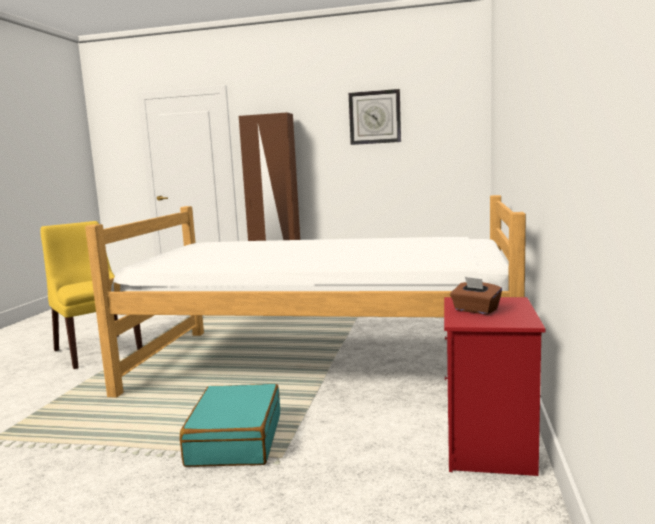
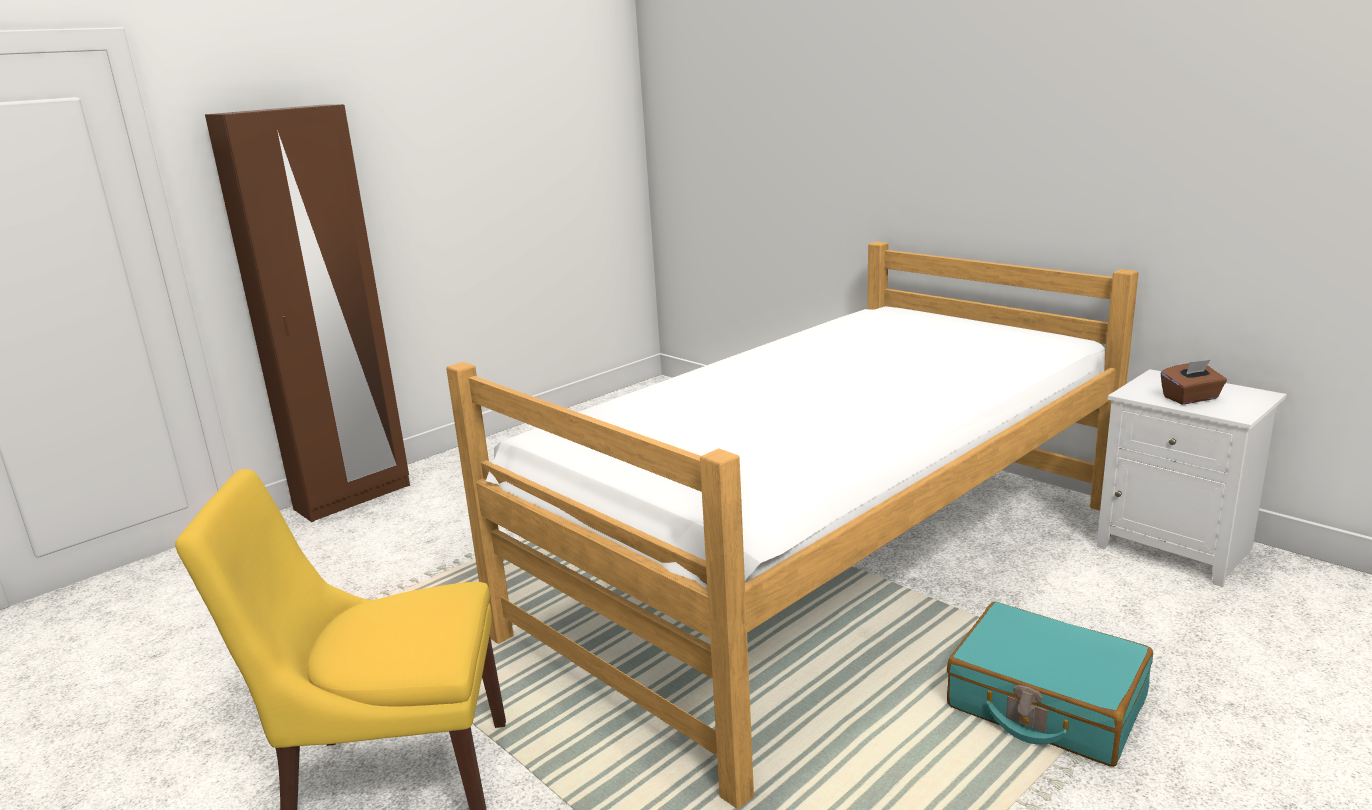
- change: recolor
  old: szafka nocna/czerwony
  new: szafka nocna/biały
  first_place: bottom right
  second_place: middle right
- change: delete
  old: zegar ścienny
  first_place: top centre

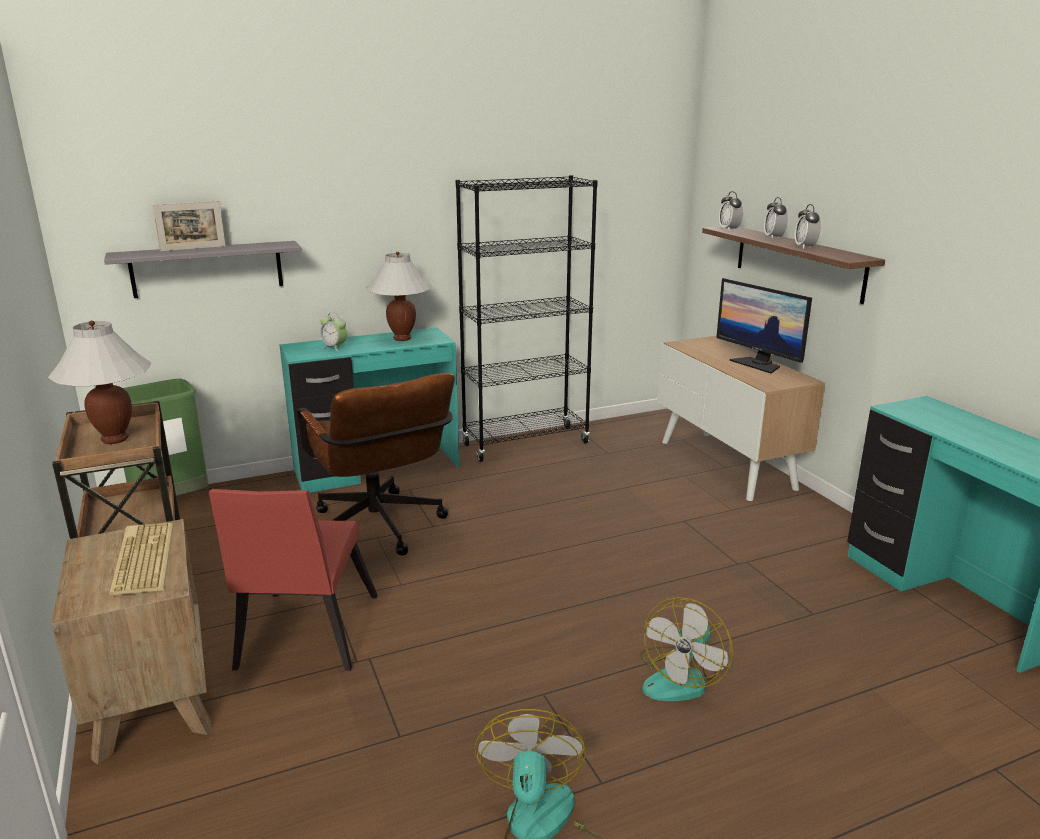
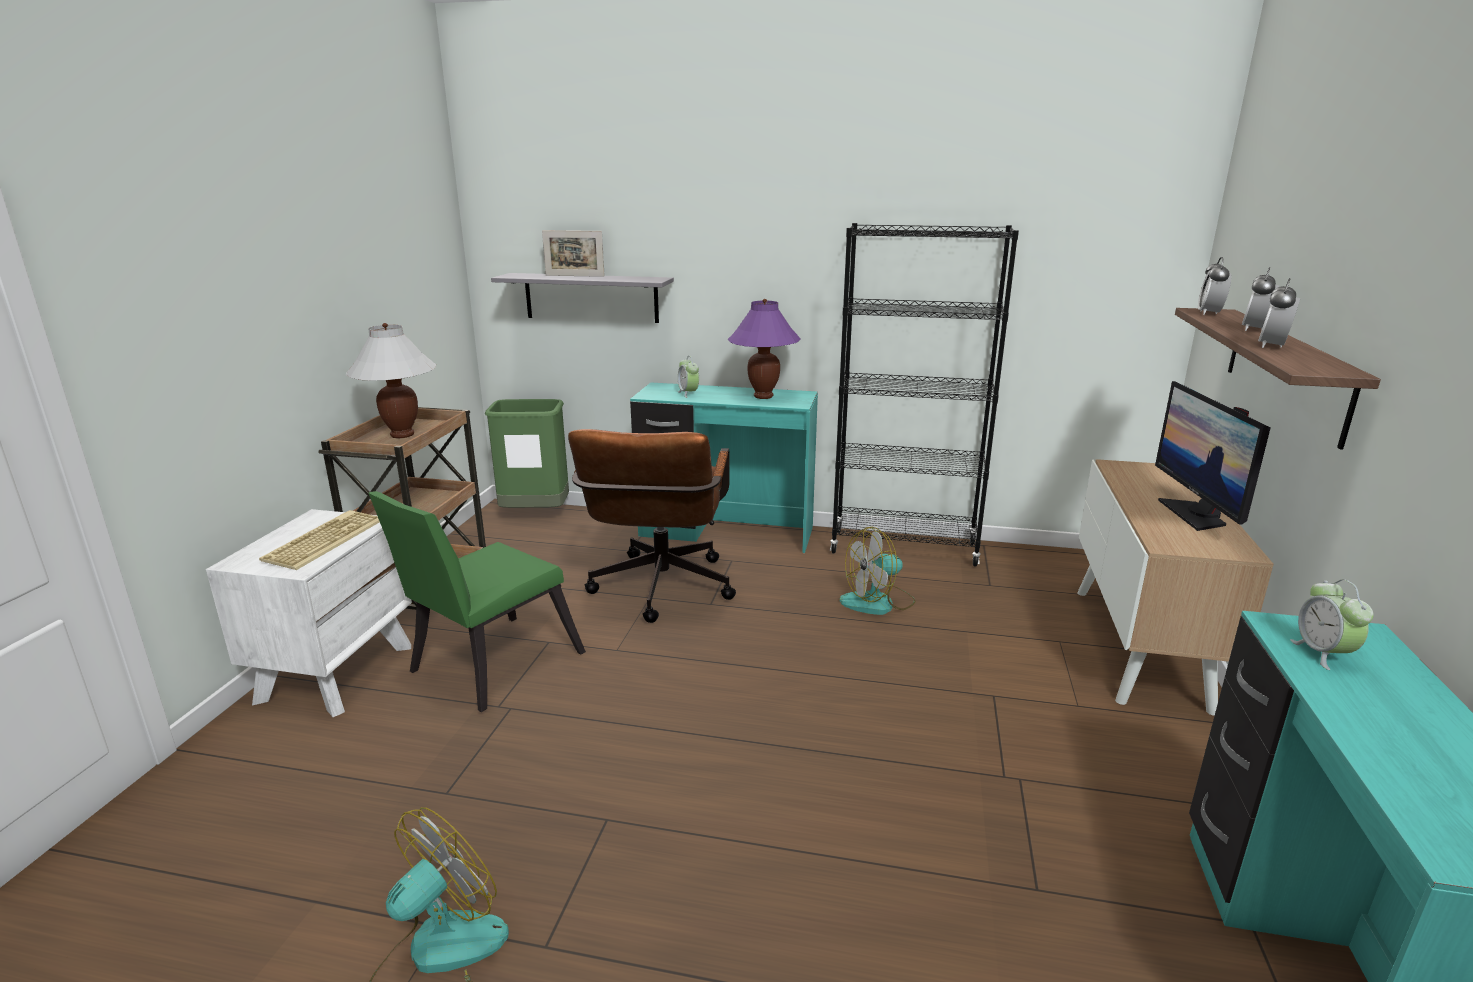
- change: recolor
  old: szafka nocna/brązowy
  new: szafka nocna/biały
  first_place: bottom left
  second_place: middle left
- change: recolor
  old: krzesło/czerwony
  new: krzesło/zielony
  first_place: bottom left
  second_place: middle left
- change: recolor
  old: lampa stołowa/biały (2nd from left)
  new: lampa stołowa/fioletowy
  first_place: centre
  second_place: centre
- change: move
  old: wentylator (2nd from left)
  first_place: bottom centre
  second_place: centre
- change: insert
  new: budzik (5th from left)
  second_place: middle right

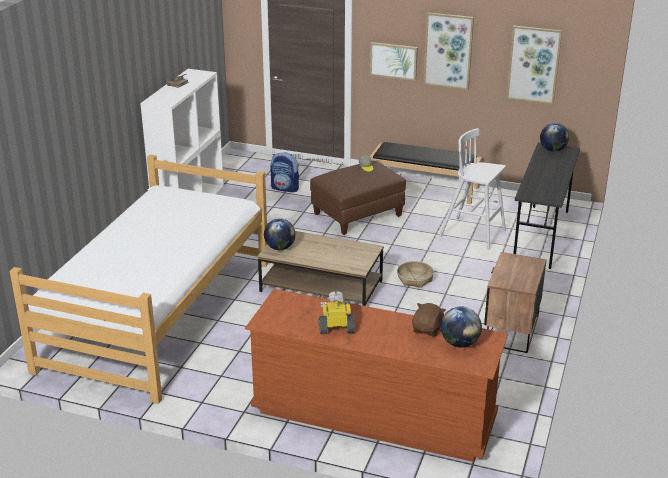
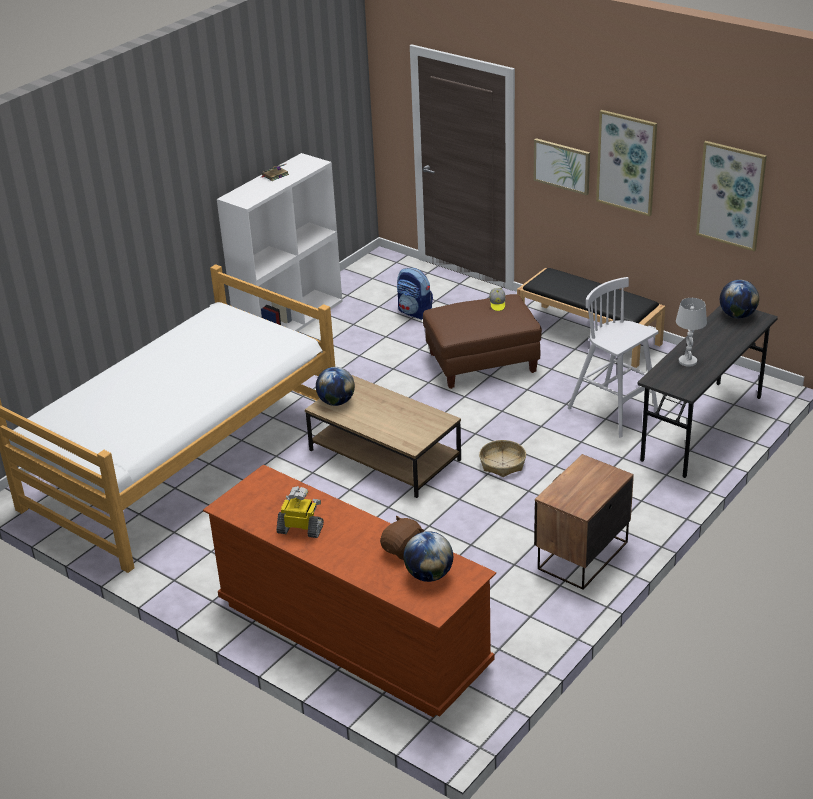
- change: insert
  new: lampa stołowa/biały
  second_place: middle right

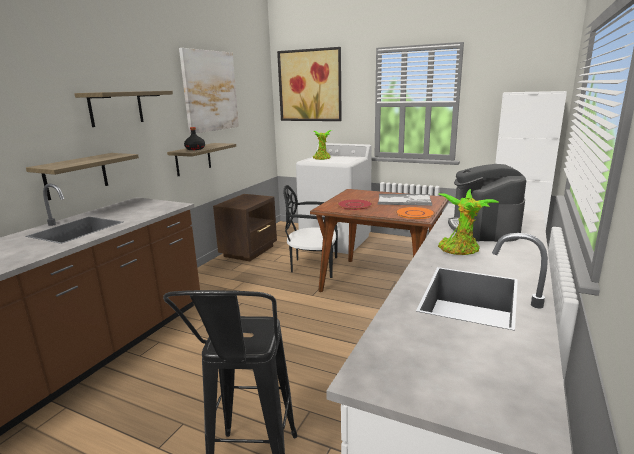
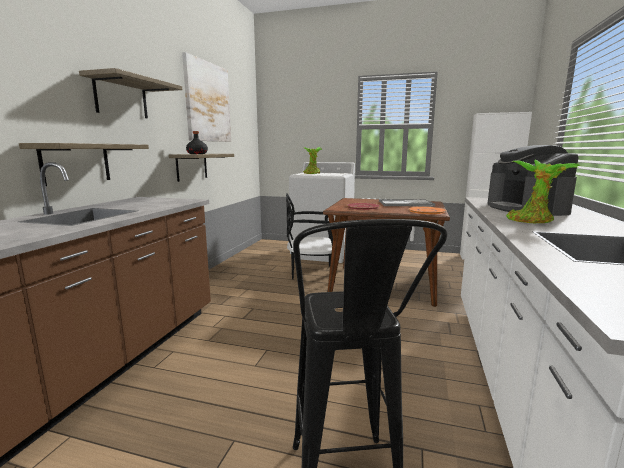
- change: delete
  old: szafka nocna/brązowy
  first_place: centre
- change: delete
  old: obraz (2nd from left)
  first_place: top centre

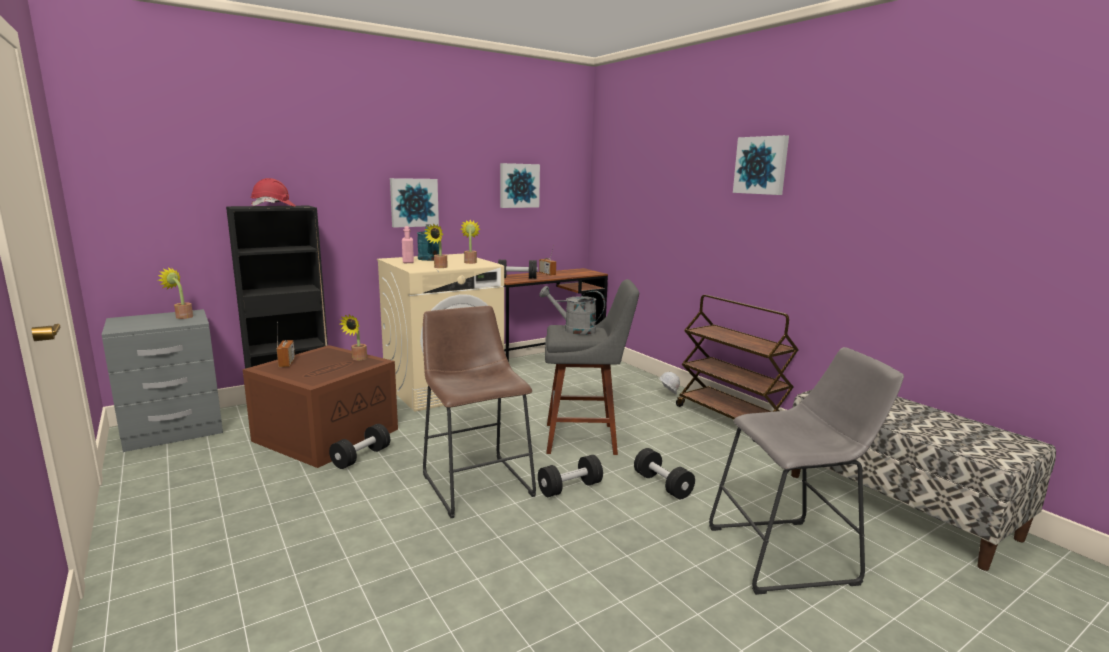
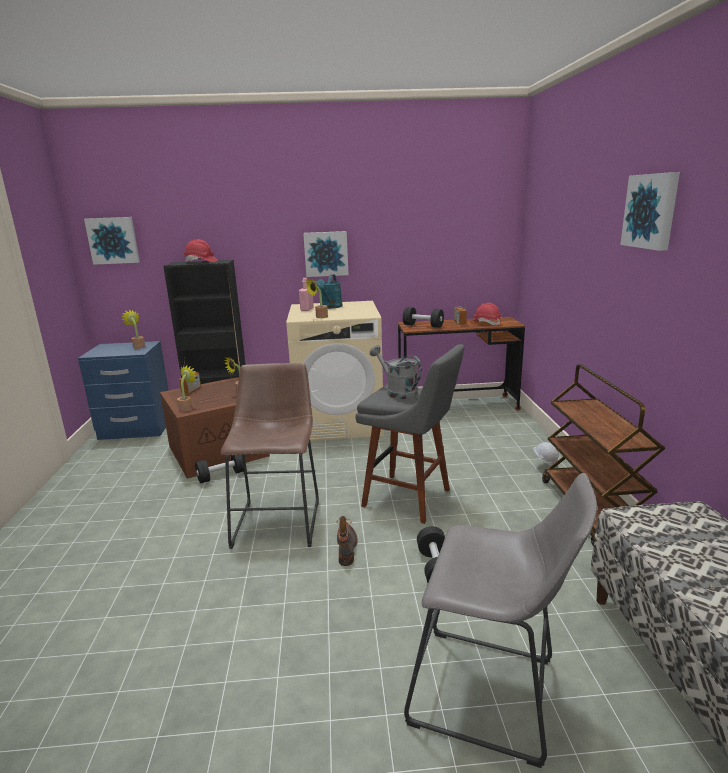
- change: recolor
  old: szafka nocna/szary
  new: szafka nocna/niebieski
  first_place: middle left
  second_place: middle left
- change: move
  old: obraz (2nd from left in the first image)
  new: obraz (1st from left)
  first_place: top centre
  second_place: top left
- change: move
  old: roślina doniczkowa (4th from left in the first image)
  new: roślina doniczkowa (2nd from left)
  first_place: centre
  second_place: middle left
- change: replace
  old: hantel/czarny (3rd from left)
  new: but z cholewką
  first_place: bottom centre
  second_place: bottom centre
- change: insert
  new: kask/czerwony (2nd from left)
  second_place: middle right

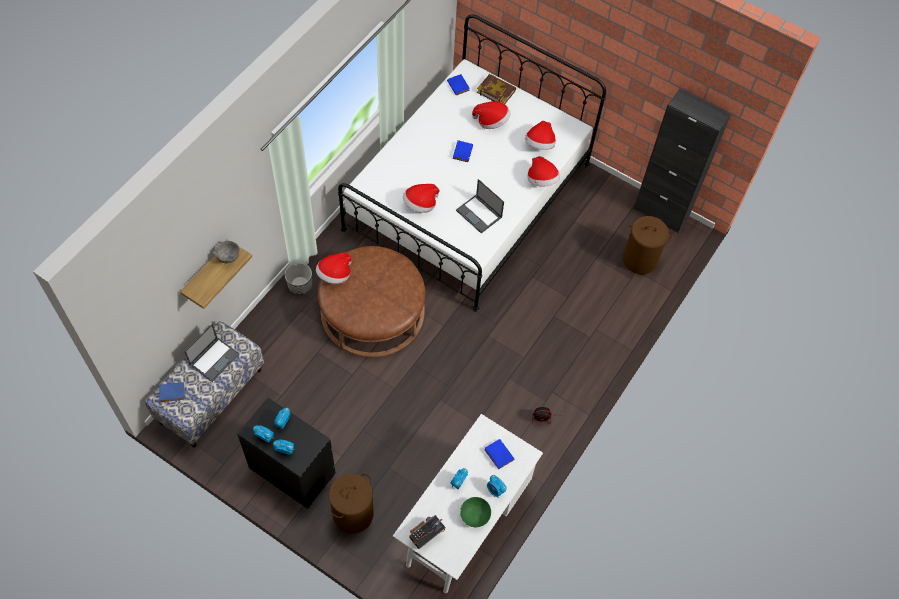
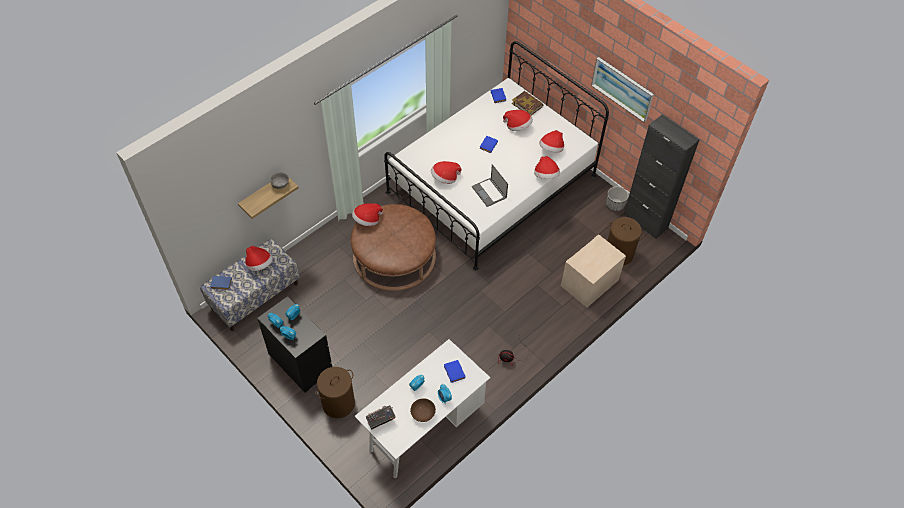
- change: replace
  old: laptop (1st from left)
  new: kapelusz (1st from left)
  first_place: middle left
  second_place: middle left
- change: recolor
  old: miska/zielony
  new: miska/brązowy
  first_place: bottom centre
  second_place: bottom centre
- change: insert
  new: szafka nocna/beżowy
  second_place: centre
- change: insert
  new: obraz
  second_place: top right
- change: move
  old: donica
  first_place: middle left
  second_place: middle right

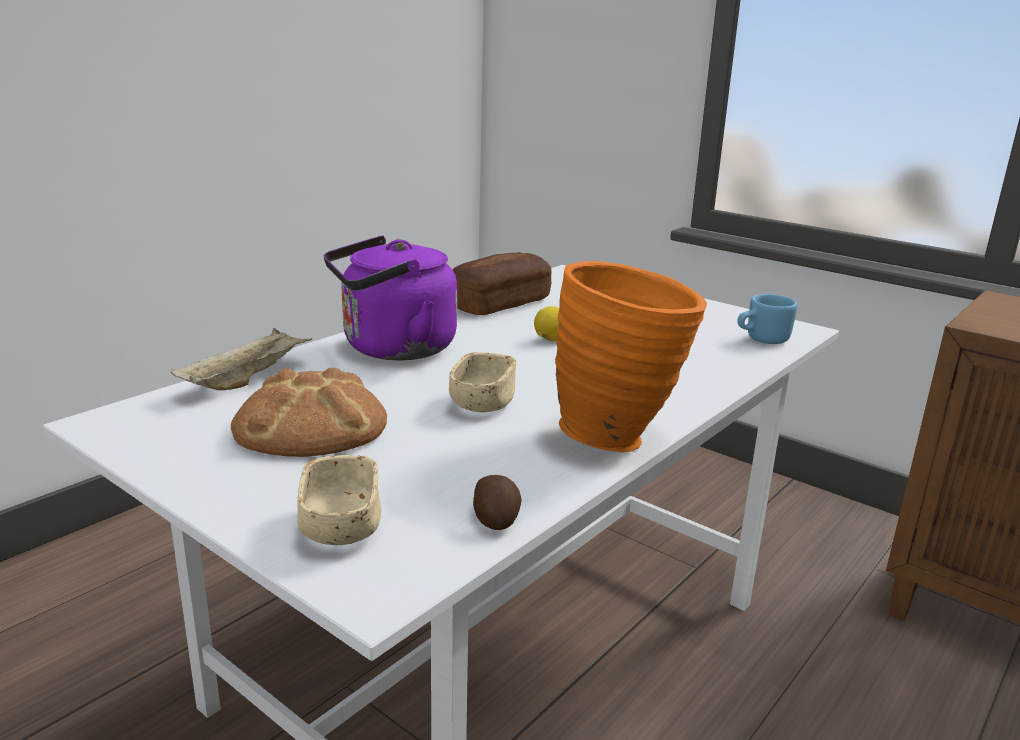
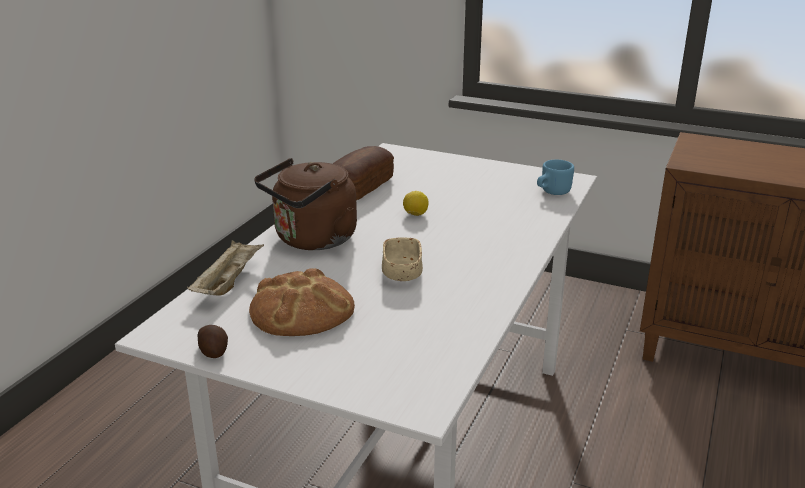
- change: move
  old: ziemniak
  first_place: bottom centre
  second_place: bottom left
- change: recolor
  old: czajnik/fioletowy
  new: czajnik/brązowy
  first_place: centre
  second_place: centre
- change: delete
  old: miska/beżowy (1st from left)
  first_place: bottom left
- change: delete
  old: wazon/pomarańczowy
  first_place: centre

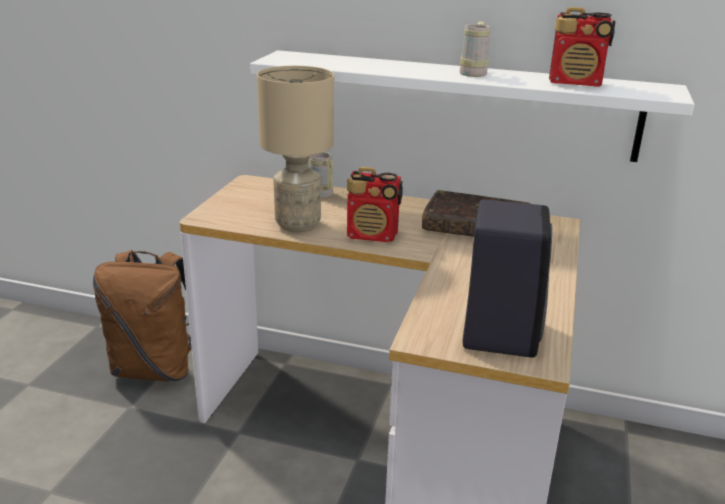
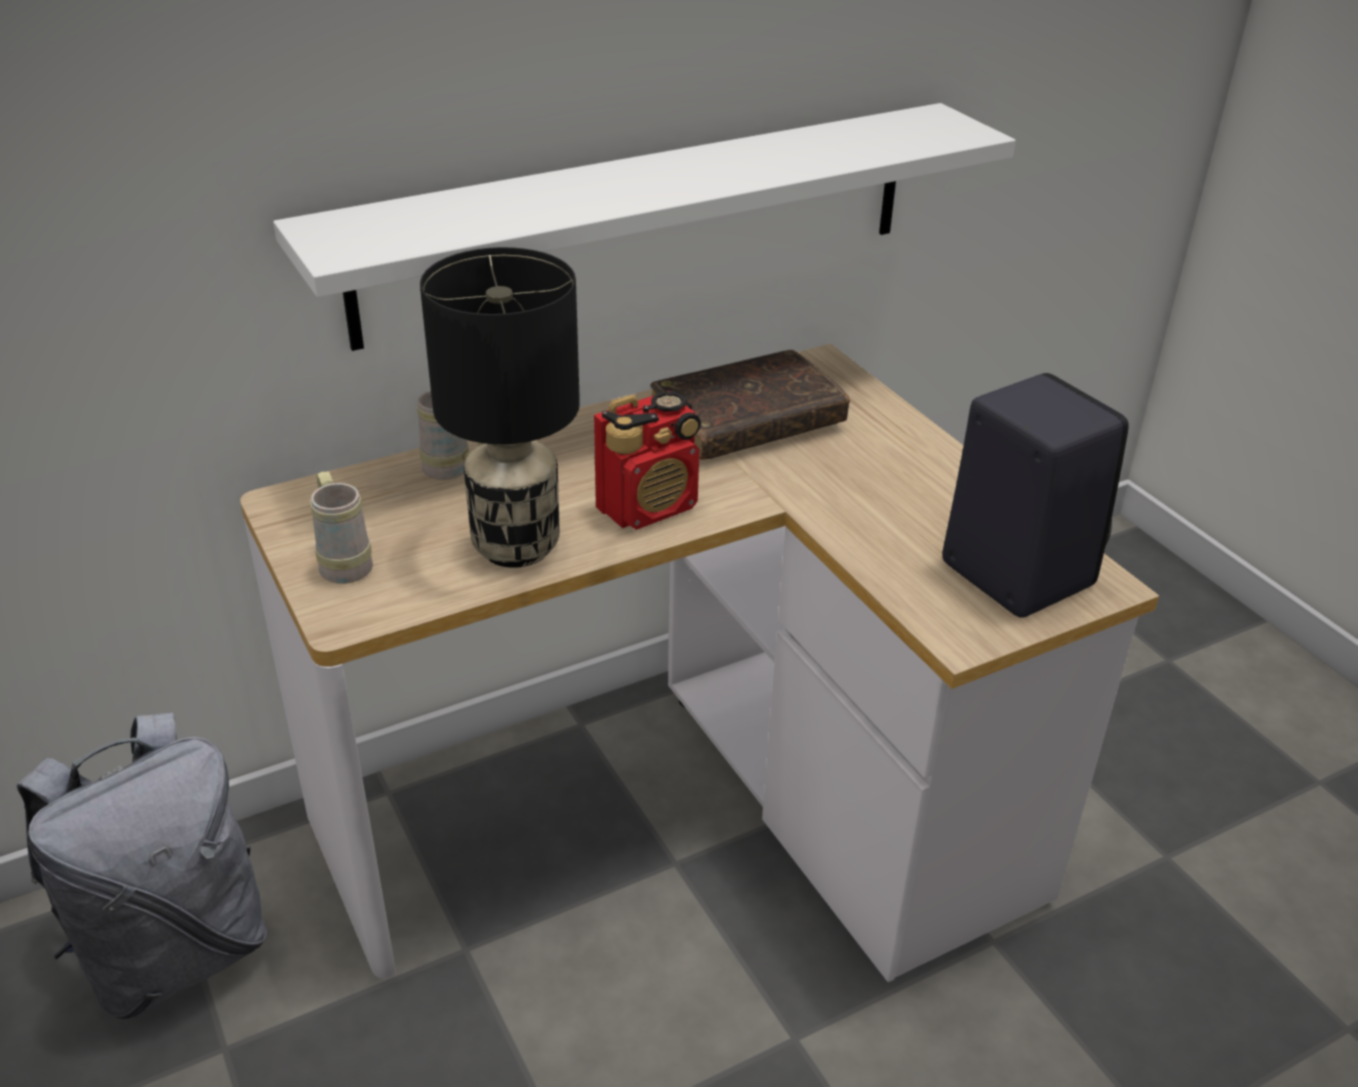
- change: recolor
  old: plecak/brązowy
  new: plecak/szary
  first_place: middle left
  second_place: bottom left
- change: move
  old: kubek/beżowy (2nd from left in the first image)
  new: kubek/beżowy (1st from left)
  first_place: top centre
  second_place: middle left
- change: recolor
  old: lampa stołowa/beżowy
  new: lampa stołowa/czarny
  first_place: top centre
  second_place: centre
- change: delete
  old: radio (2nd from left)
  first_place: top right

